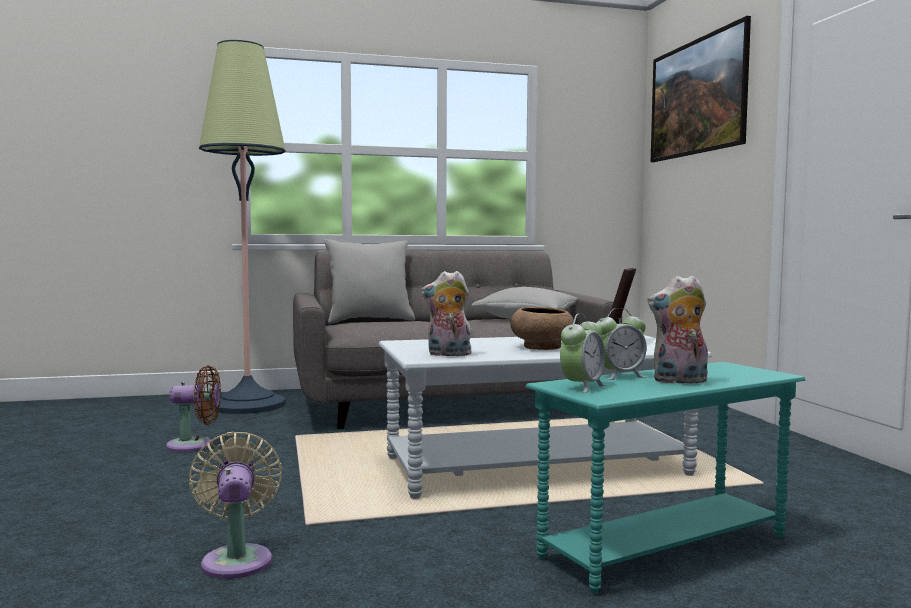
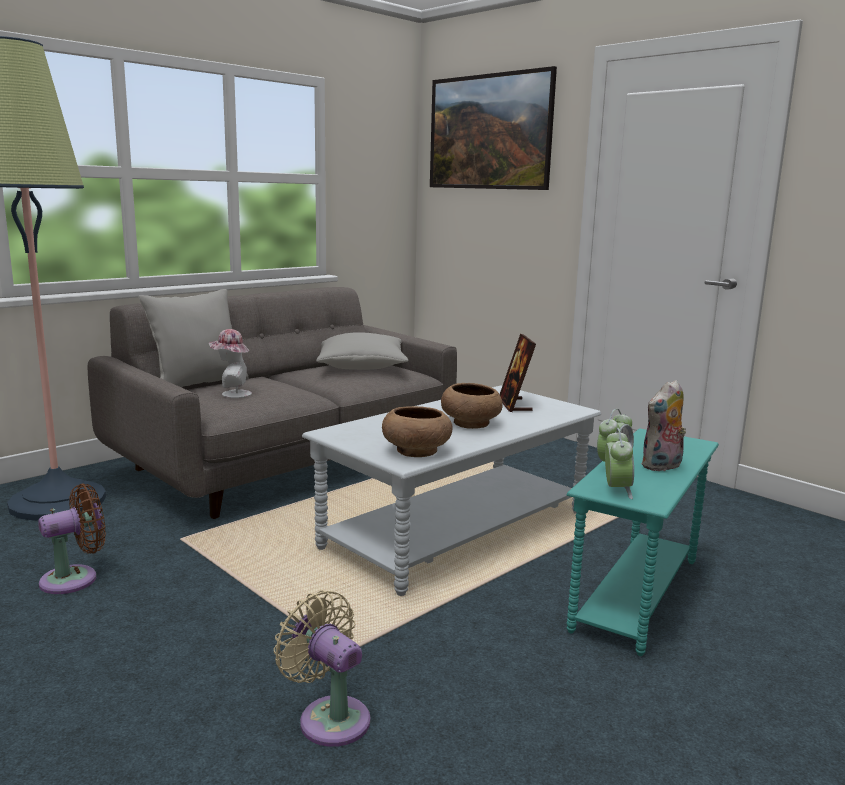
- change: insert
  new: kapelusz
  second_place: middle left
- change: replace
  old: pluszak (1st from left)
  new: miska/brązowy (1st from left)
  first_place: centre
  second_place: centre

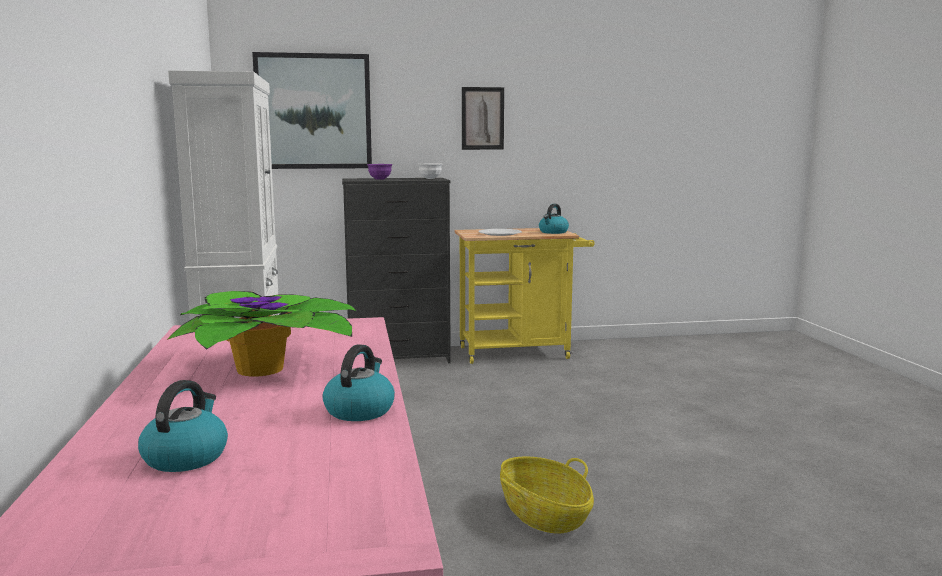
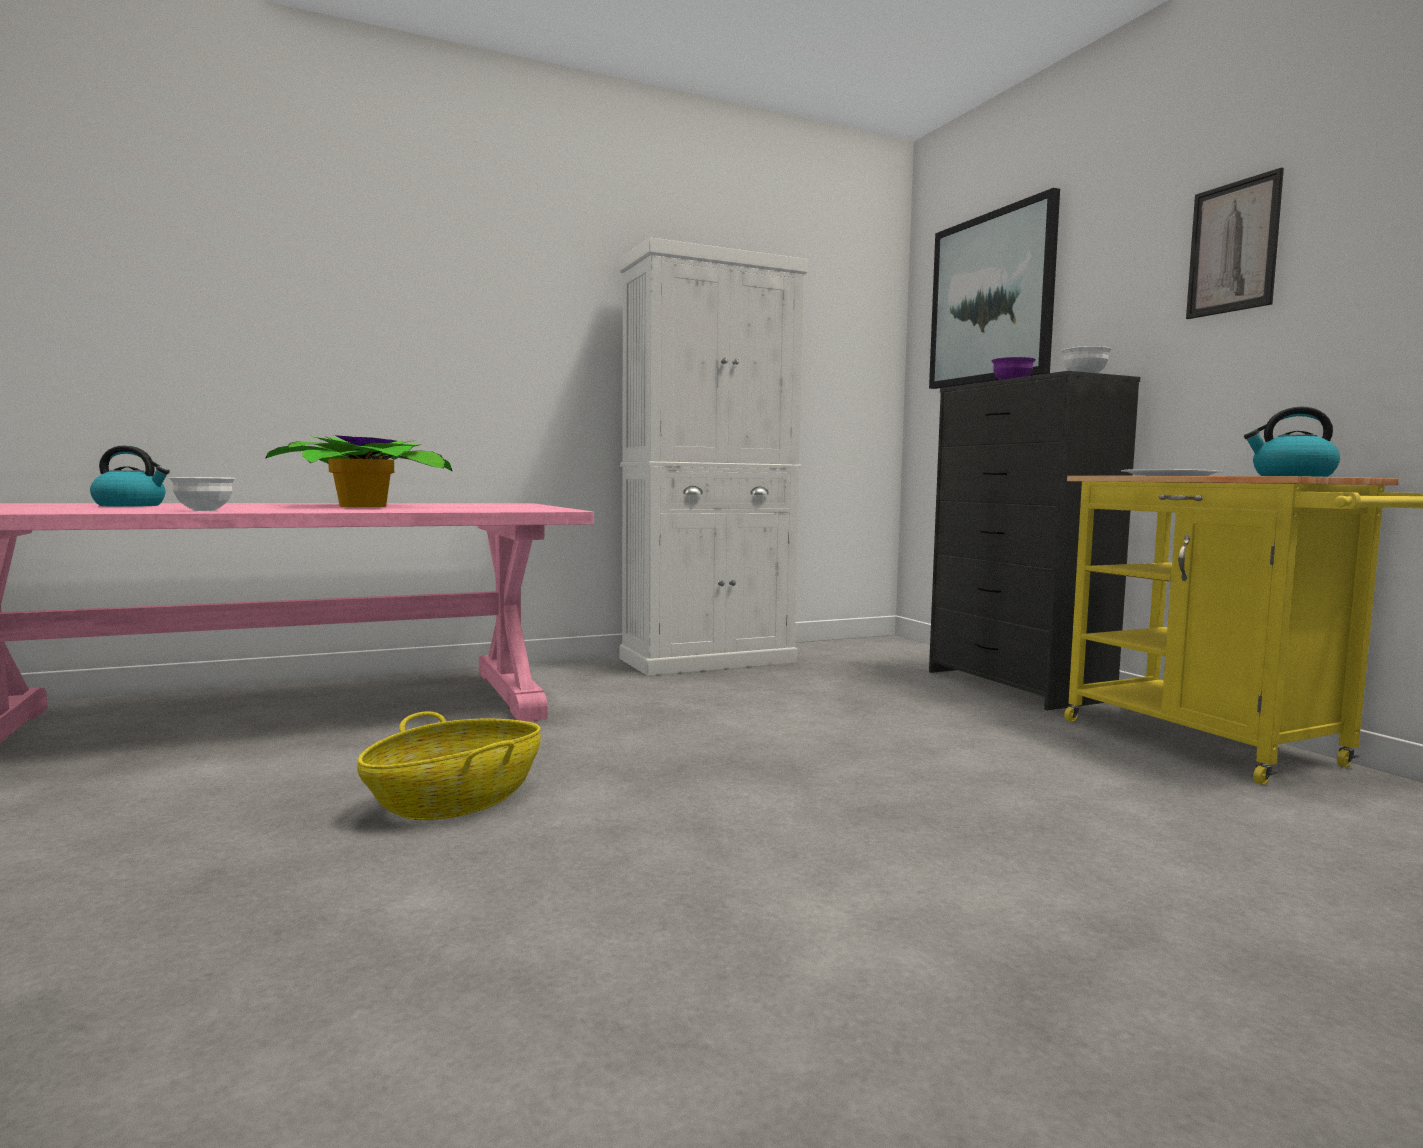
- change: replace
  old: czajnik (2nd from left)
  new: miska/biały (1st from left)
  first_place: centre
  second_place: middle left

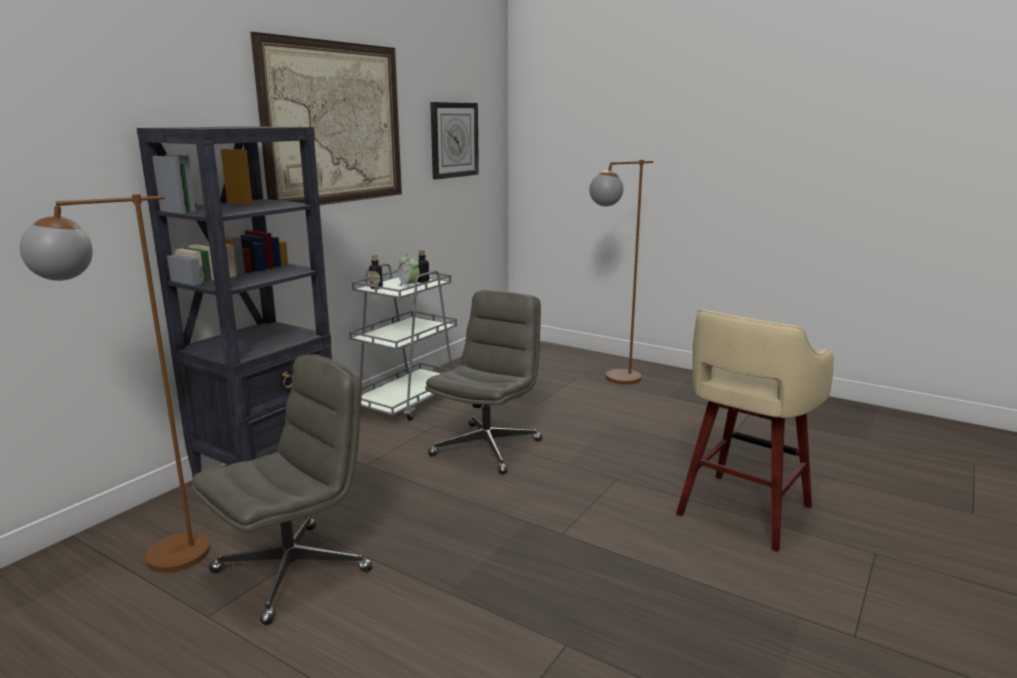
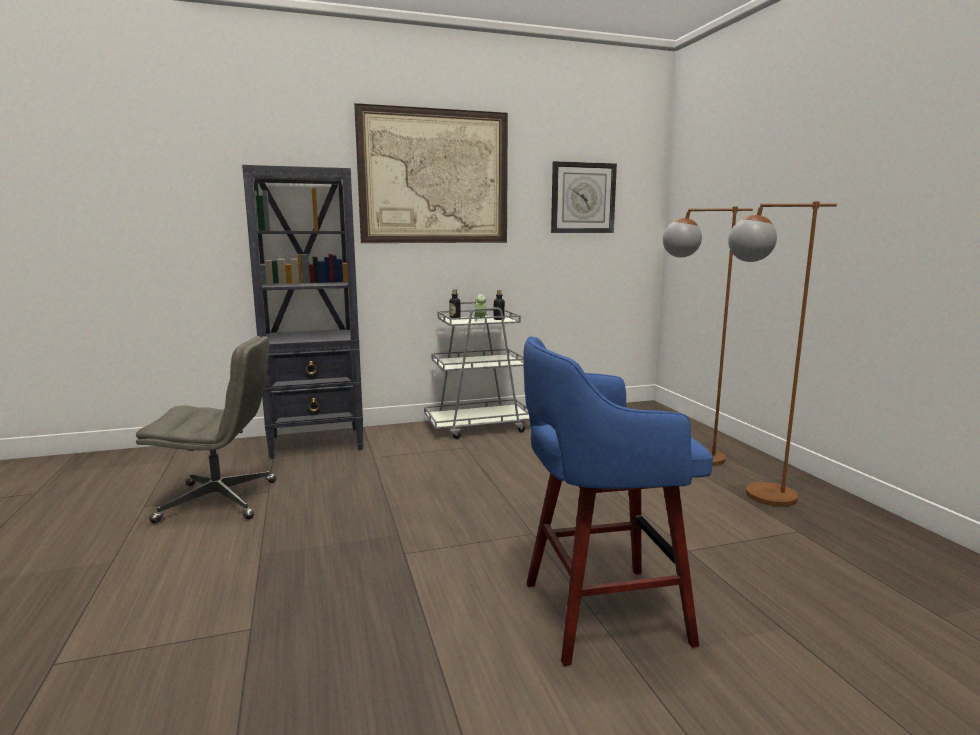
- change: recolor
  old: stołek/beżowy
  new: stołek/niebieski
  first_place: middle right
  second_place: bottom centre
- change: move
  old: lampa stojąca/brązowy (1st from left in the first image)
  new: lampa stojąca/brązowy (2nd from left)
  first_place: middle left
  second_place: middle right
- change: delete
  old: krzesło biurowe/szary (2nd from left)
  first_place: centre

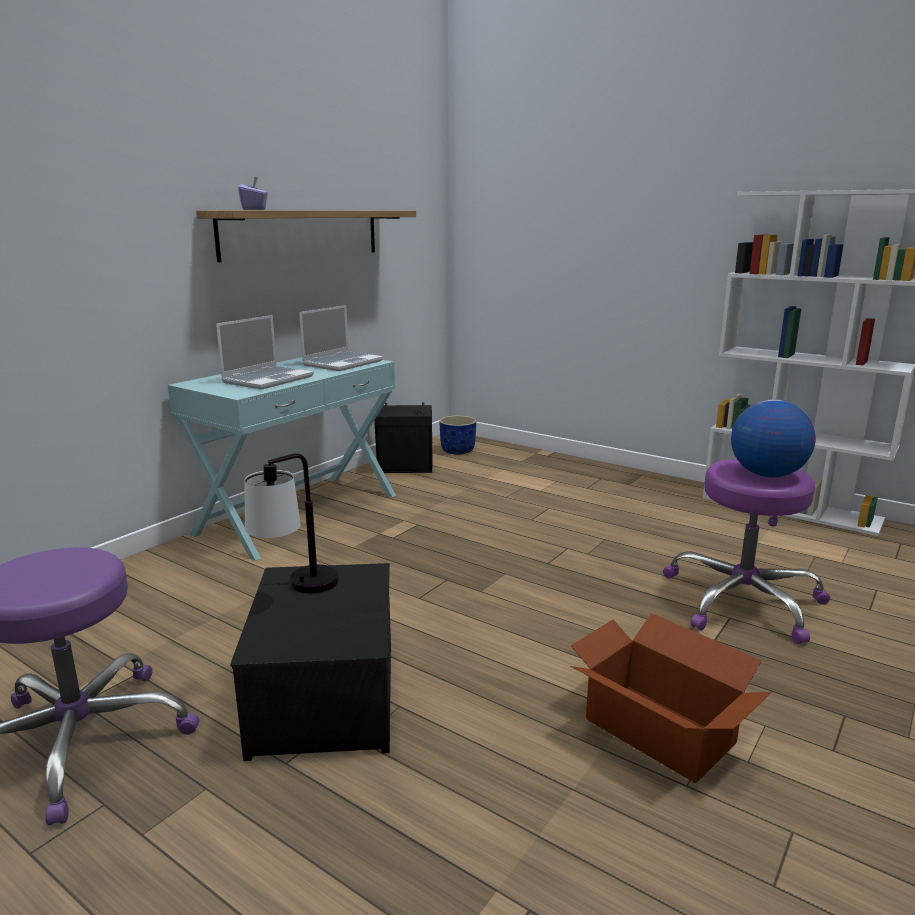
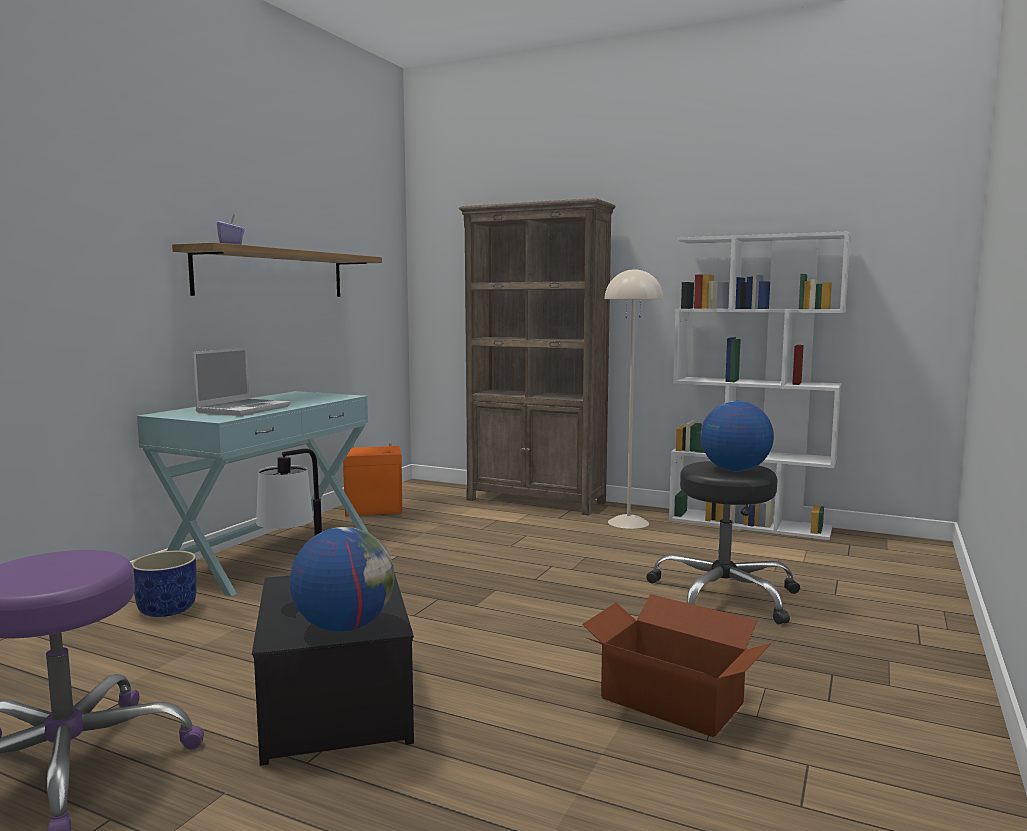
- change: move
  old: donica/niebieski
  first_place: centre
  second_place: bottom left
- change: insert
  new: globus (1st from left)
  second_place: bottom left
- change: recolor
  old: głośnik/czarny
  new: głośnik/pomarańczowy
  first_place: centre
  second_place: centre
- change: insert
  new: regał/brązowy
  second_place: centre
- change: insert
  new: lampa stojąca/beżowy
  second_place: centre
- change: recolor
  old: stołek/fioletowy (2nd from left)
  new: stołek/czarny
  first_place: middle right
  second_place: middle right
- change: delete
  old: laptop (2nd from left)
  first_place: centre

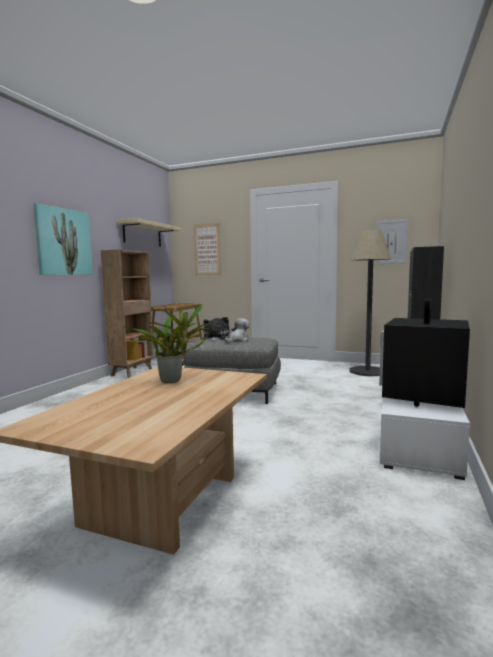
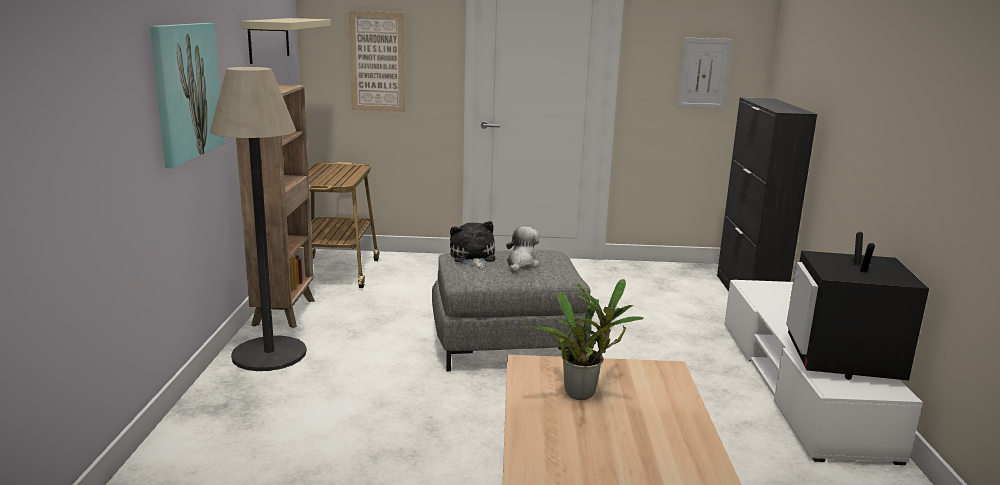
- change: move
  old: lampa stojąca
  first_place: middle right
  second_place: middle left

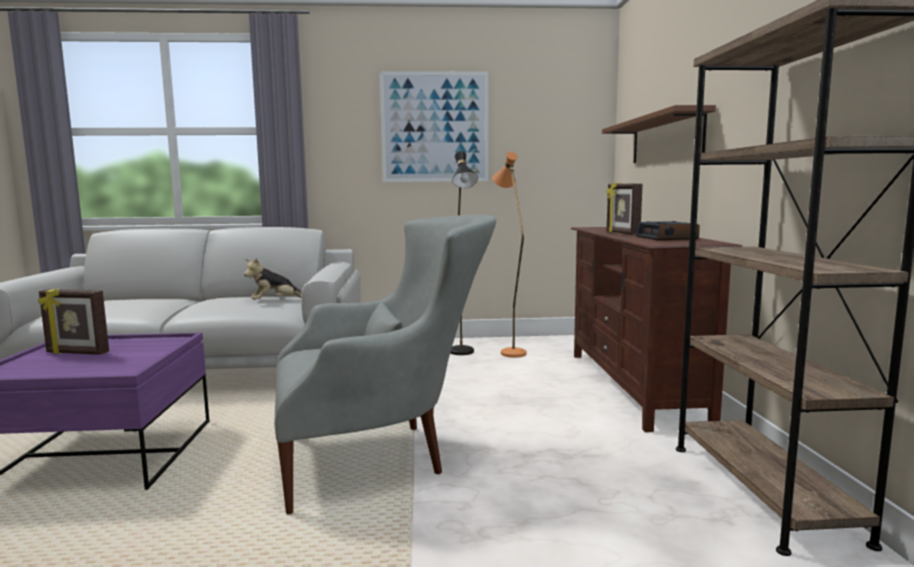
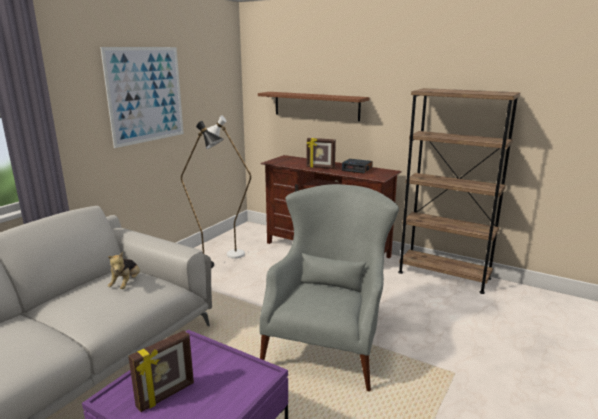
- change: recolor
  old: lampa stojąca/pomarańczowy
  new: lampa stojąca/biały
  first_place: centre
  second_place: centre

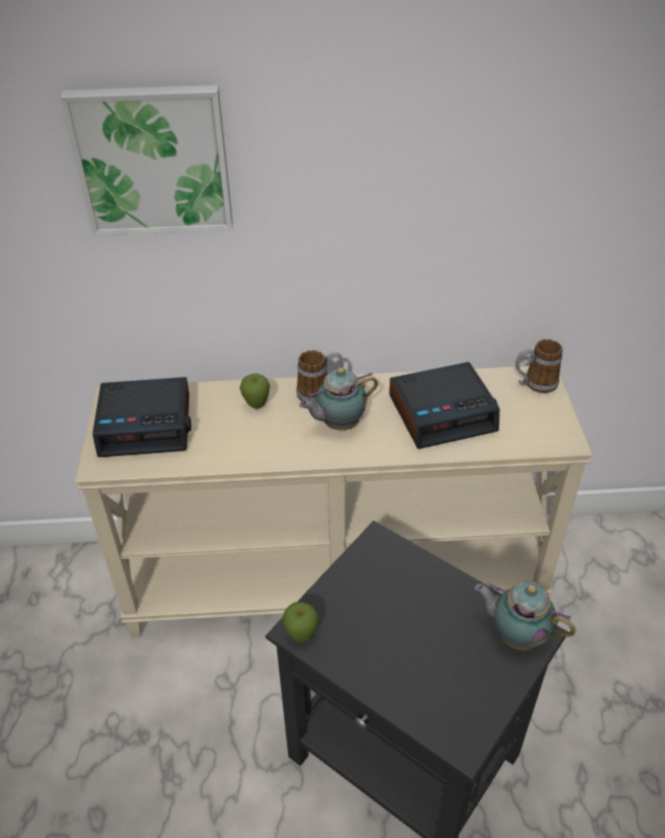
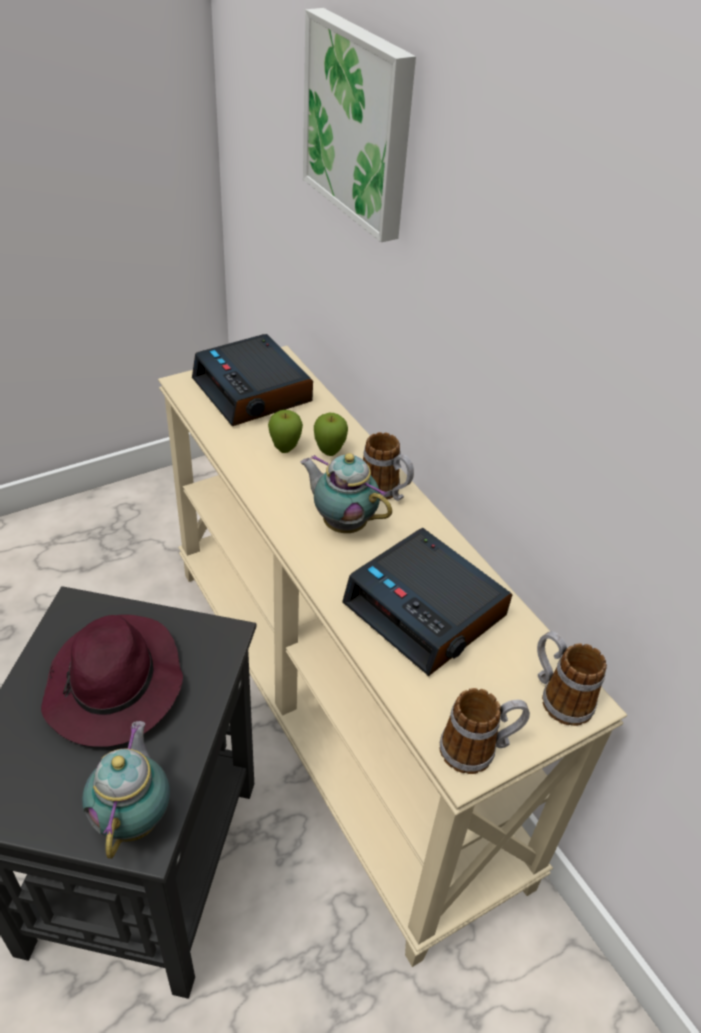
- change: insert
  new: kapelusz/fioletowy
  second_place: middle left
- change: move
  old: jabłko (2nd from left in the first image)
  new: jabłko (1st from left)
  first_place: bottom centre
  second_place: centre
- change: insert
  new: kubek (2nd from left)
  second_place: bottom right

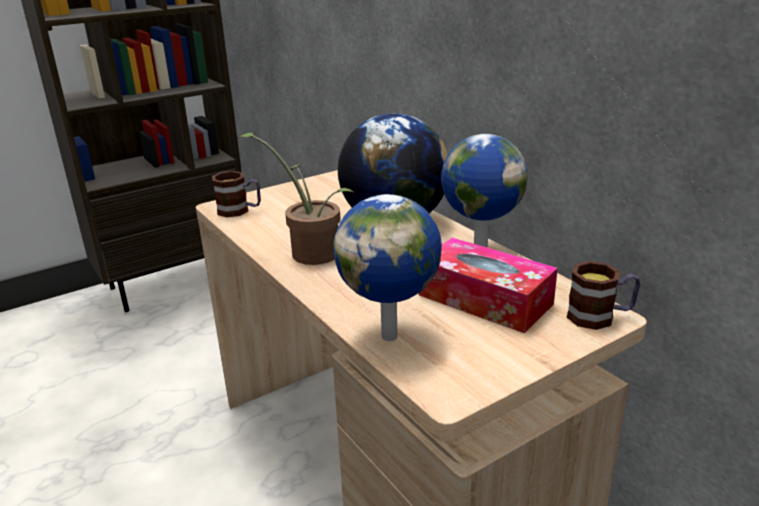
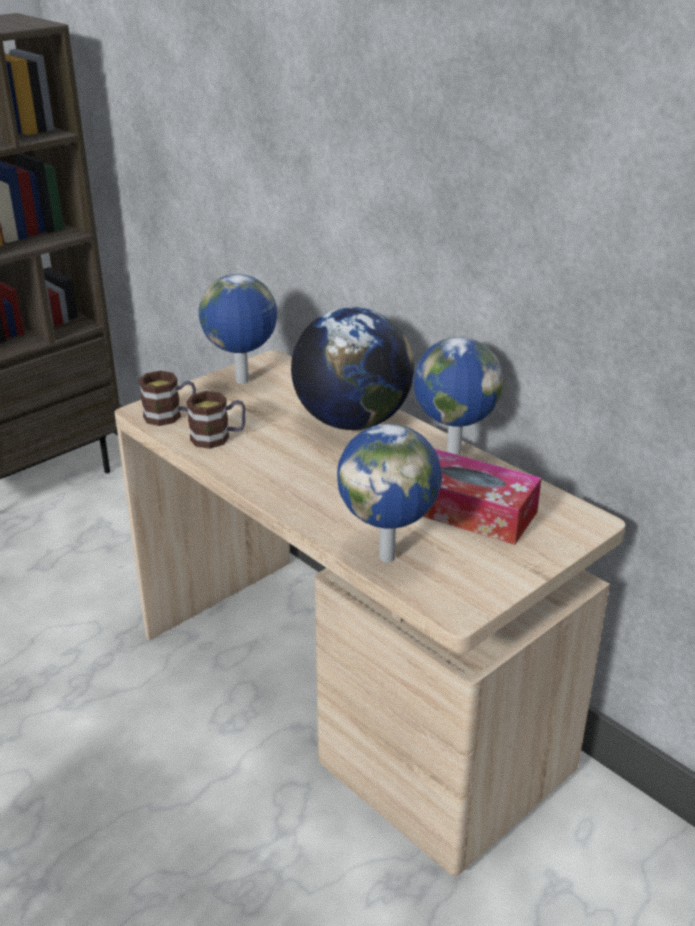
- change: move
  old: kubek (2nd from left)
  first_place: middle right
  second_place: middle left
- change: insert
  new: globus (1st from left)
  second_place: centre
- change: delete
  old: roślina doniczkowa
  first_place: centre

